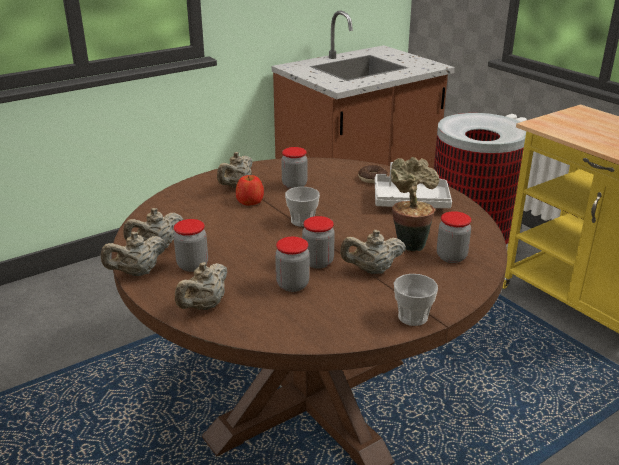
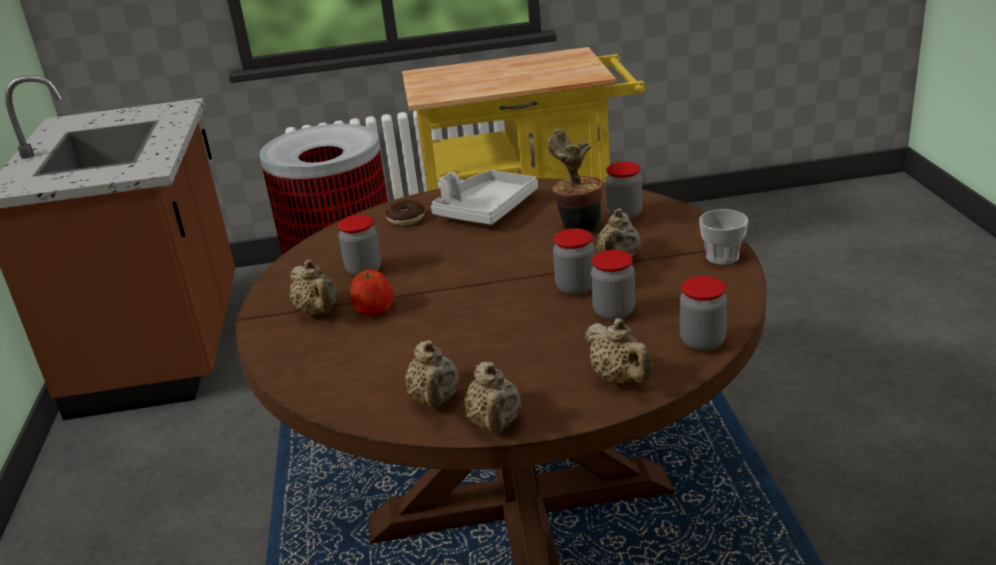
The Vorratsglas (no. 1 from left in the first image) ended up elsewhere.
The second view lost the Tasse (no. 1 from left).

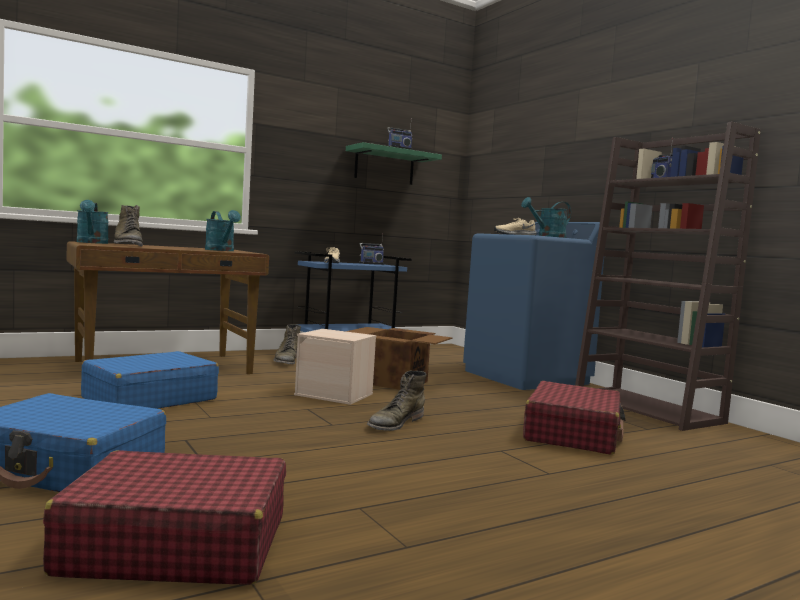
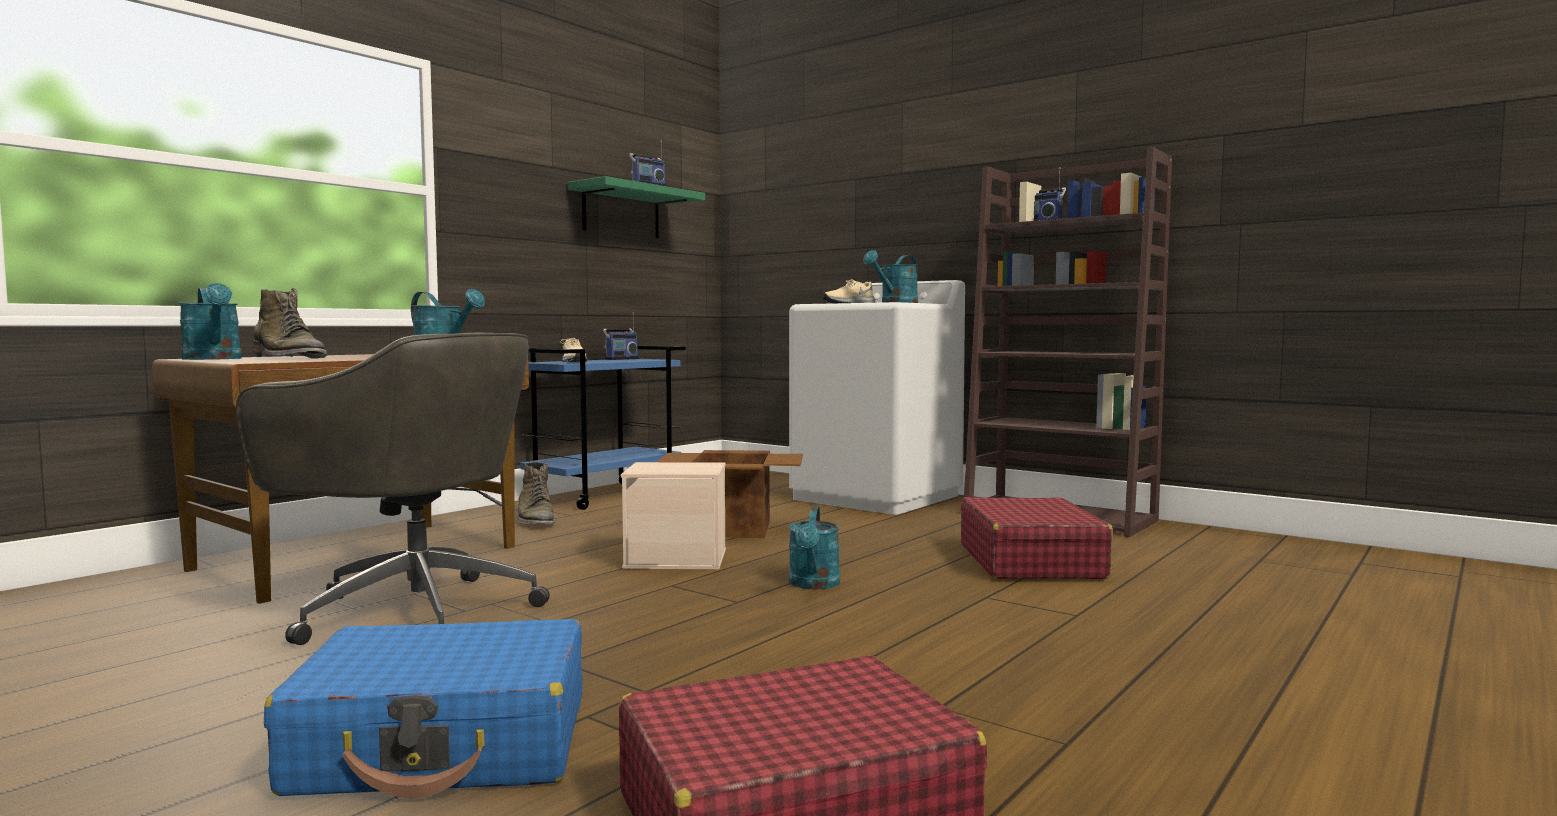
Where the Koffer/blau (no. 2 from left) stood, the Bürostuhl/grau came to stand.
What was the Waschmaschine/blau turned into the Waschmaschine/weiß.
Where the Stiefel/grün (no. 3 from left) stood, the Gießkanne/türkis (no. 3 from left) came to stand.

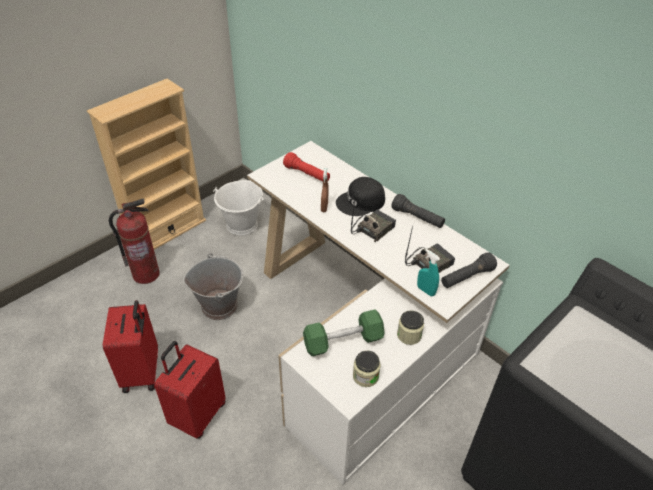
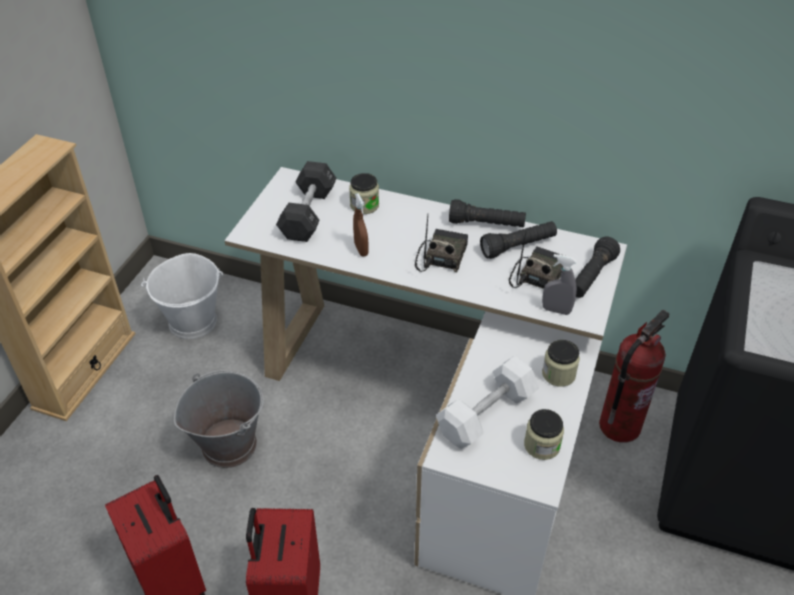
Where the Taschenlampe/rot stood, the Hantel/schwarz came to stand.
The second view gained the Vorratsglas (no. 1 from left).
What was the Hantel/grün turned into the Hantel/weiß.
The second view gained the Taschenlampe/schwarz (no. 2 from left).
What was the Sprühflasche/türkis turned into the Sprühflasche/grau.
The Feuerlöscher ended up elsewhere.
The second view lost the Kappe/schwarz.

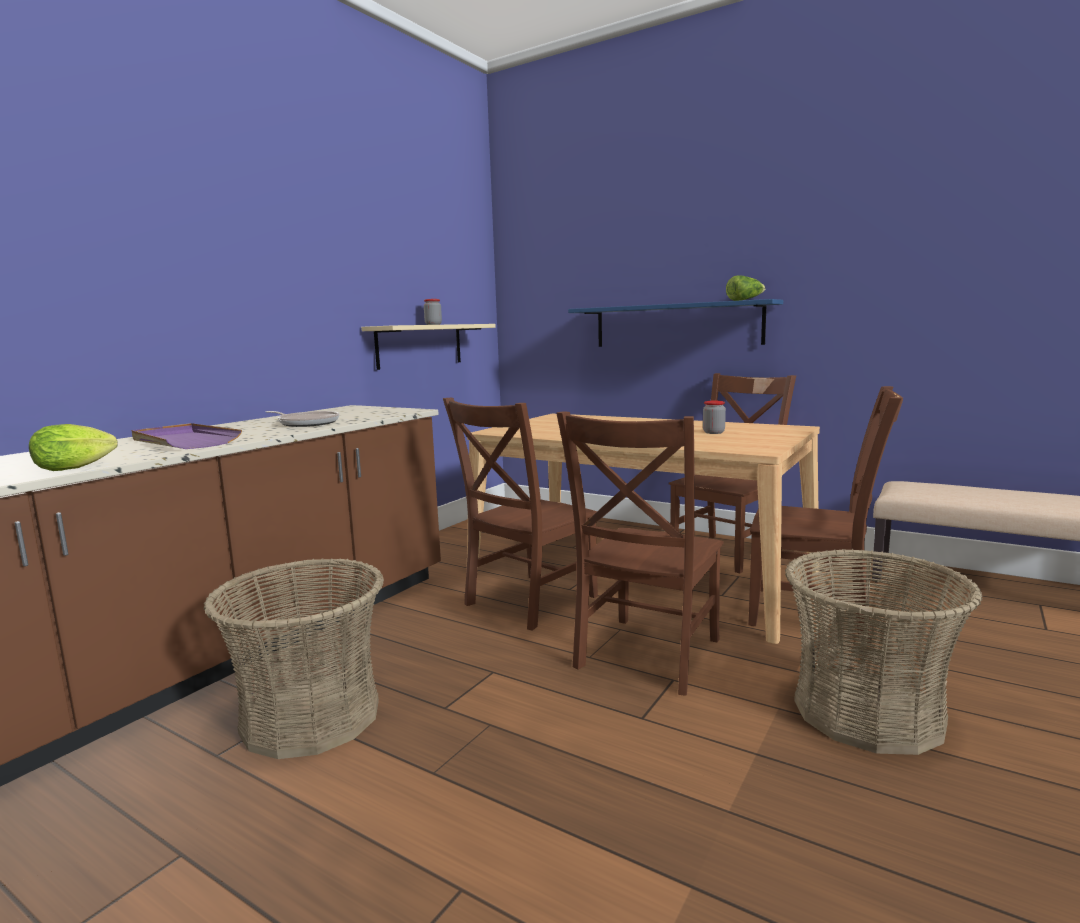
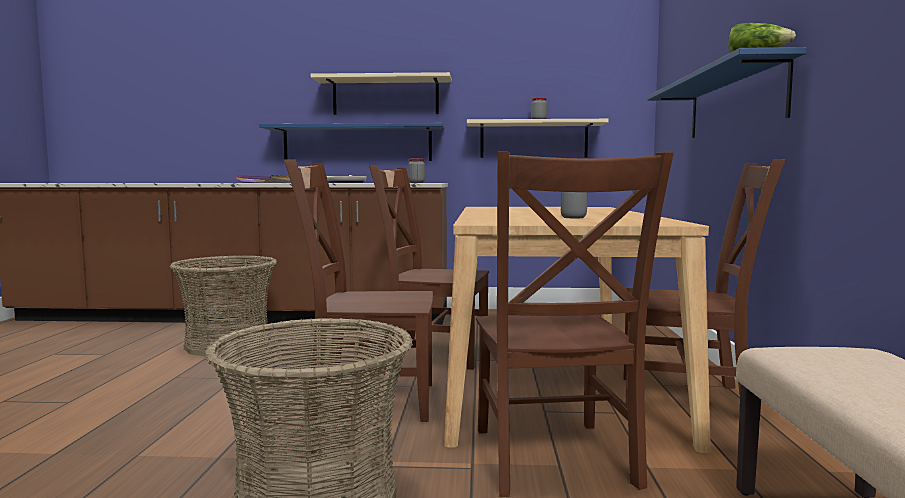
The second view gained the Wandregal/blau (no. 1 from left).
The second view gained the Wandregal/beige (no. 1 from left).
The second view gained the Vorratsglas (no. 1 from left).
The second view lost the Salatkopf (no. 1 from left).

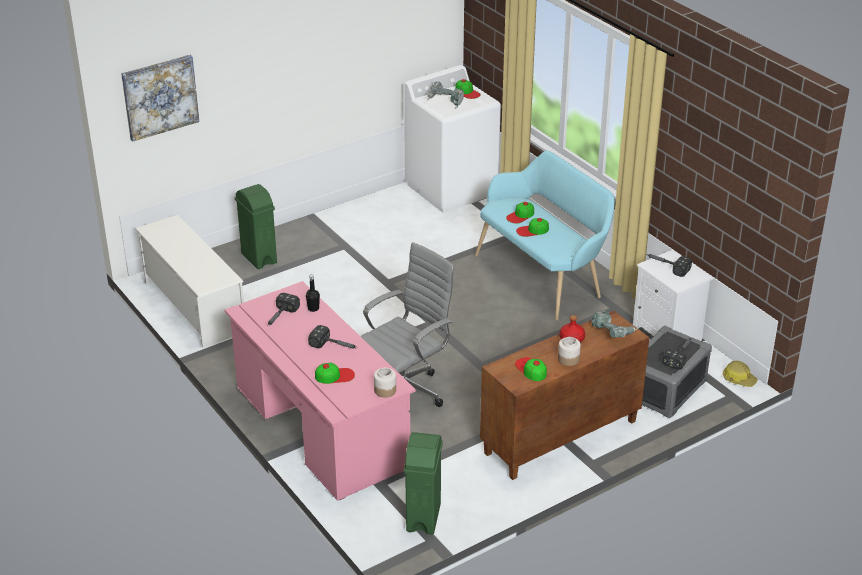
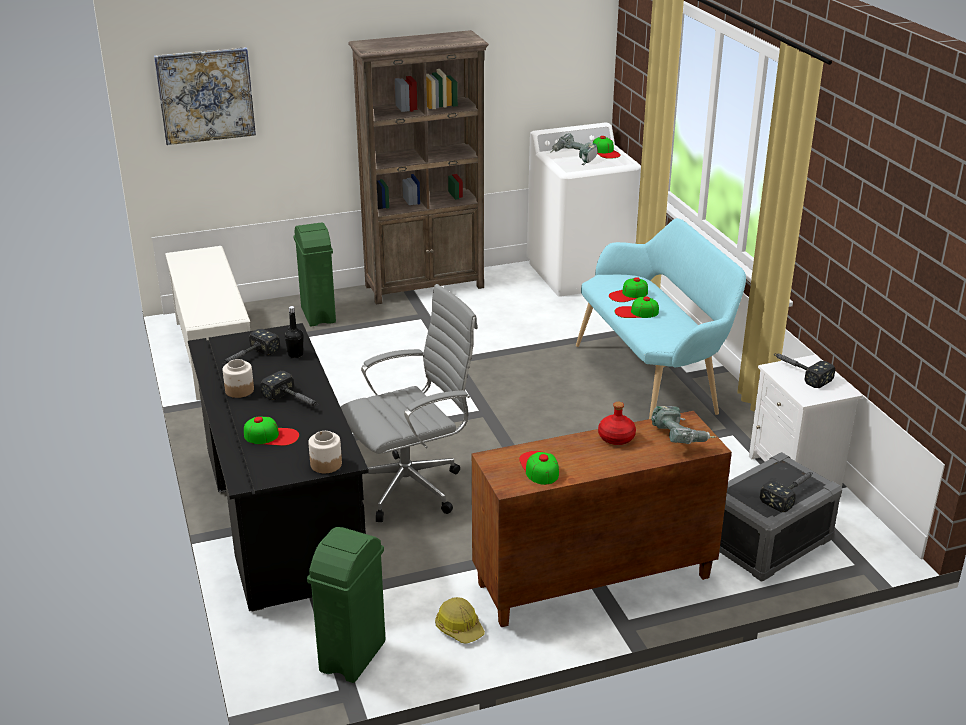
What was the Schreibtisch/rosa turned into the Schreibtisch/schwarz.
The Vorratsglas (no. 2 from left in the first image) ended up elsewhere.
The second view gained the Bücherregal/braun.
The Schutzhelm ended up elsewhere.

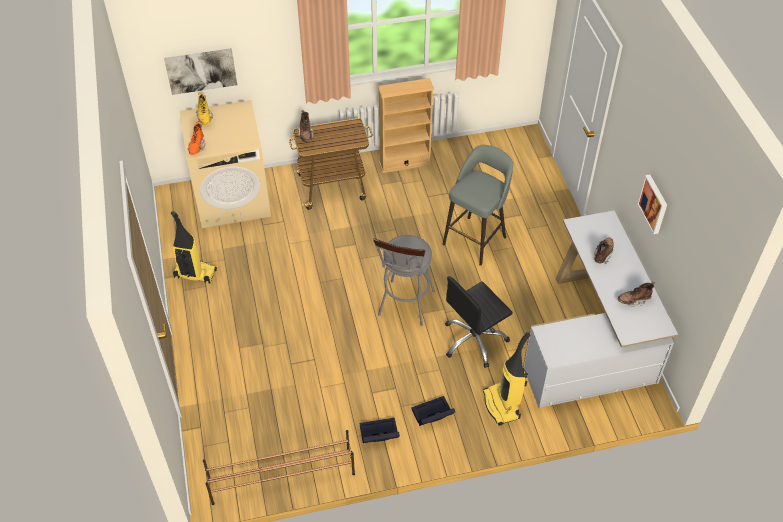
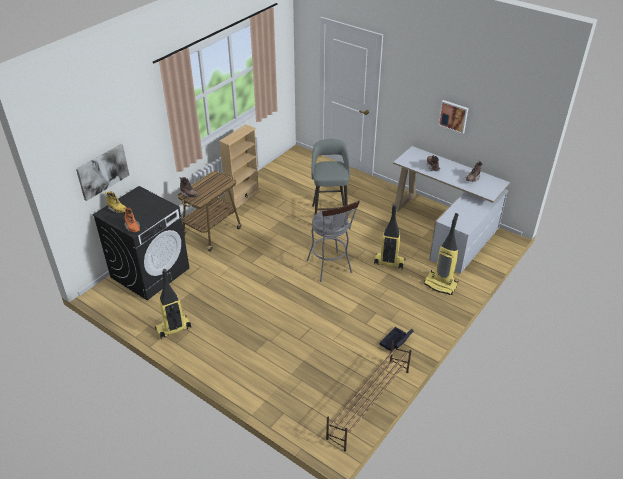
What was the Waschmaschine/beige turned into the Waschmaschine/schwarz.
Where the Bürostuhl/schwarz stood, the Staubsauger (no. 2 from left) came to stand.
The second view lost the Aufbewahrungsbox/schwarz (no. 2 from left).

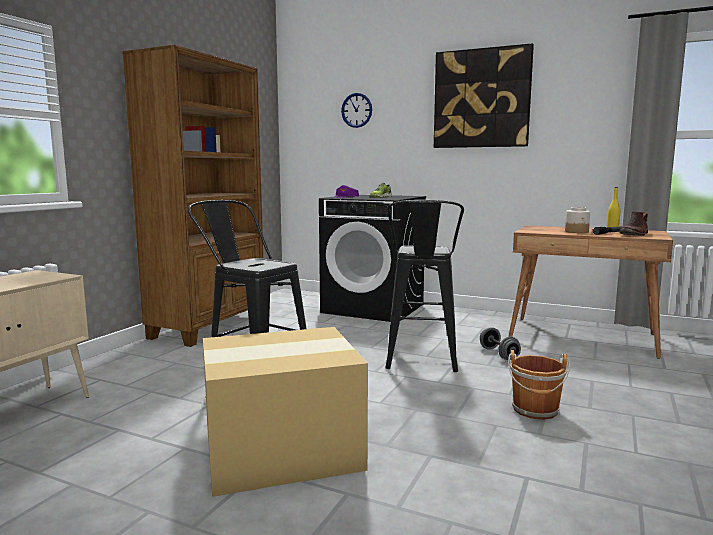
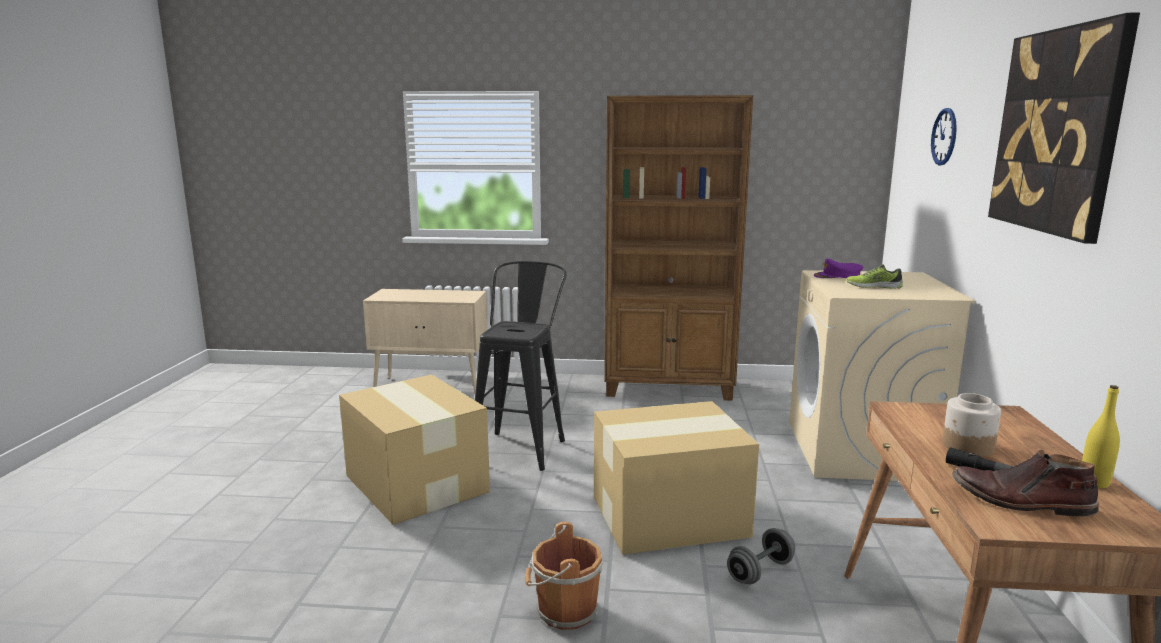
Where the Hocker/schwarz (no. 2 from left) stood, the Karton (no. 2 from left) came to stand.
What was the Waschmaschine/schwarz turned into the Waschmaschine/beige.

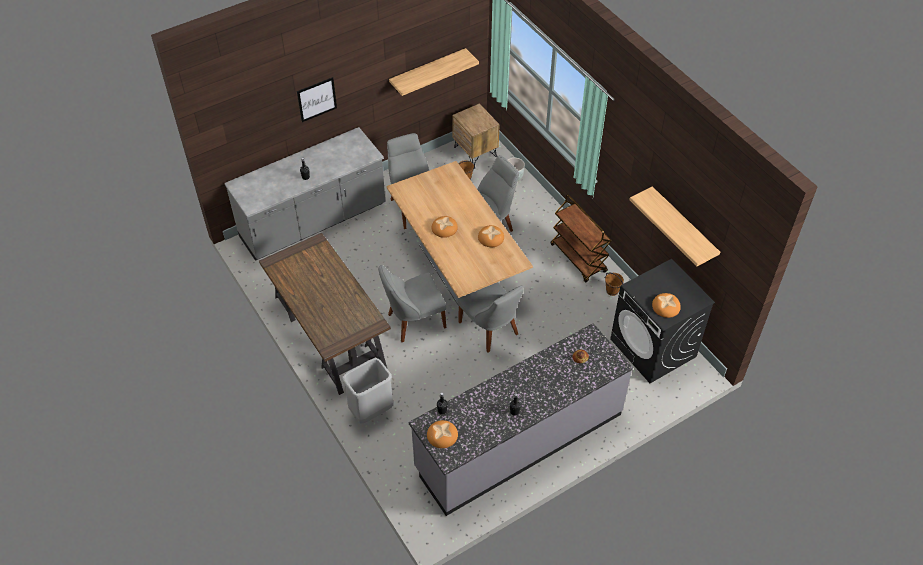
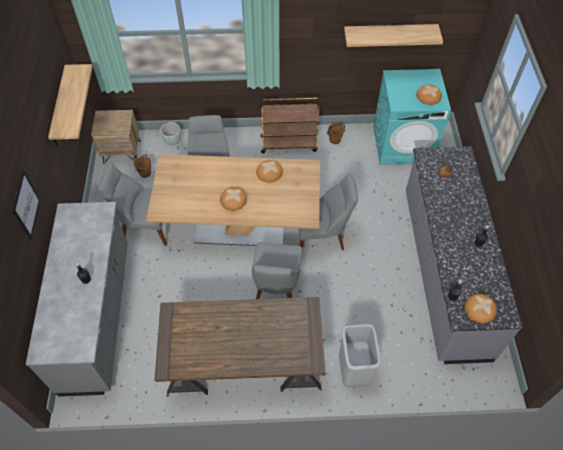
What was the Waschmaschine/schwarz turned into the Waschmaschine/türkis.

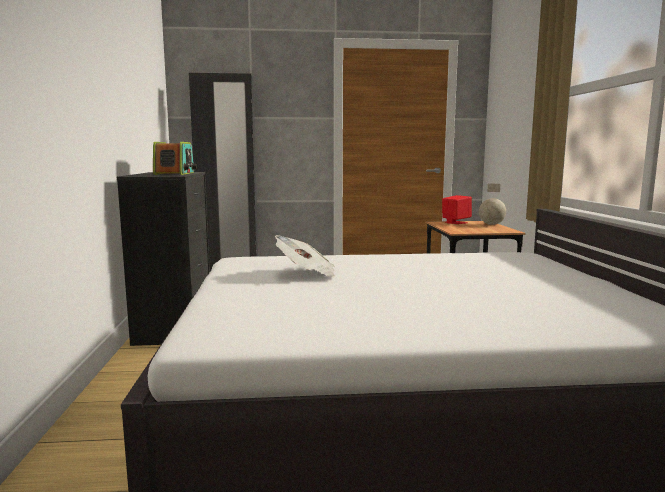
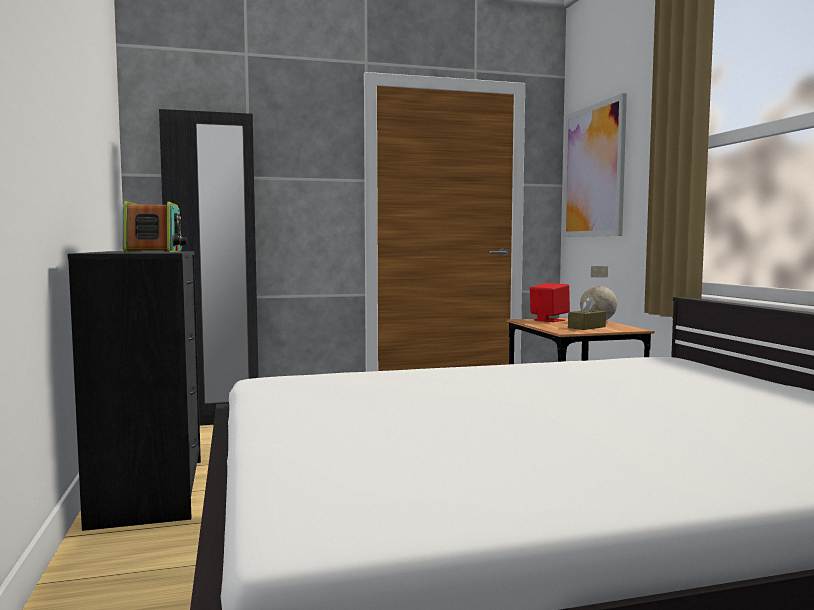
The second view gained the Bild.
The second view gained the Taschentuchbox/braun.
The second view lost the Zeitung.

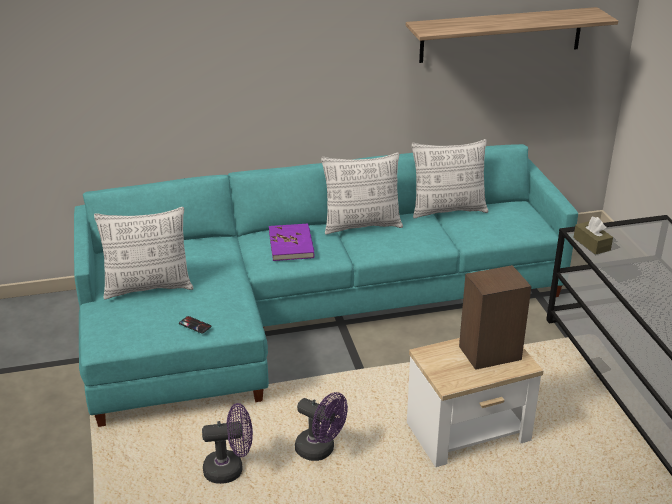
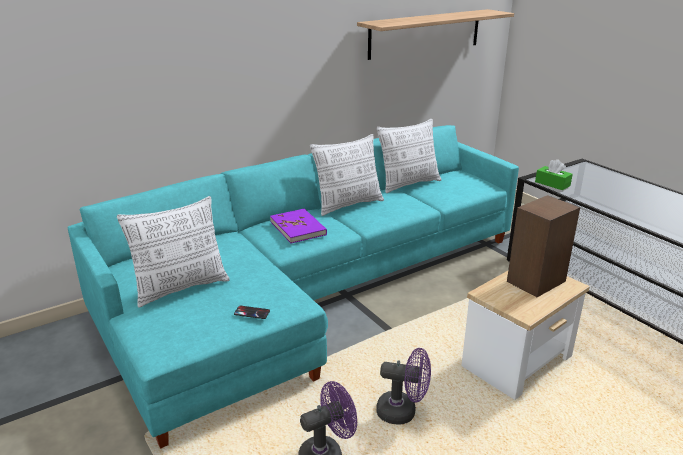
What was the Taschentuchbox/braun turned into the Taschentuchbox/grün.

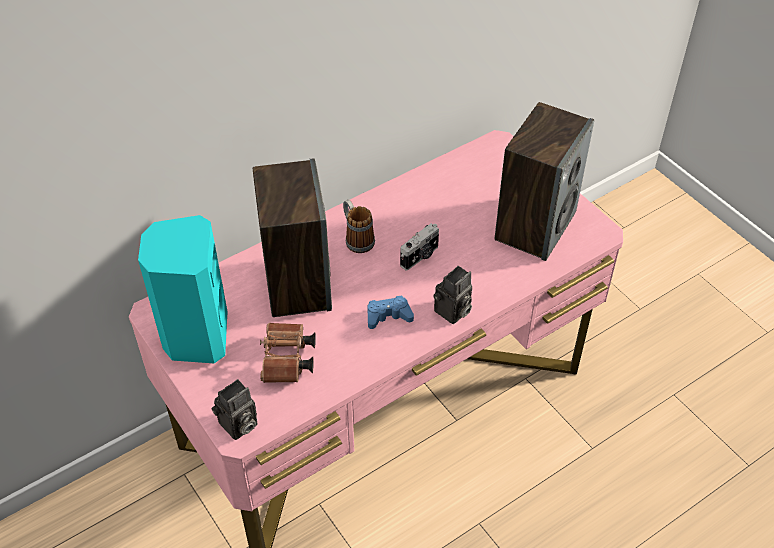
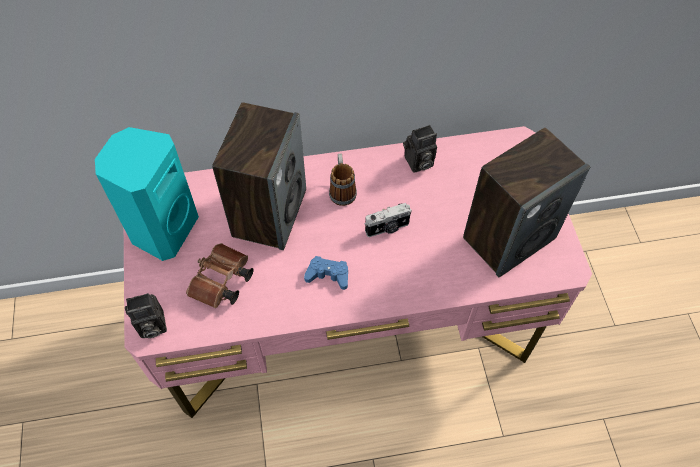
The Kamera (no. 3 from left) ended up elsewhere.

